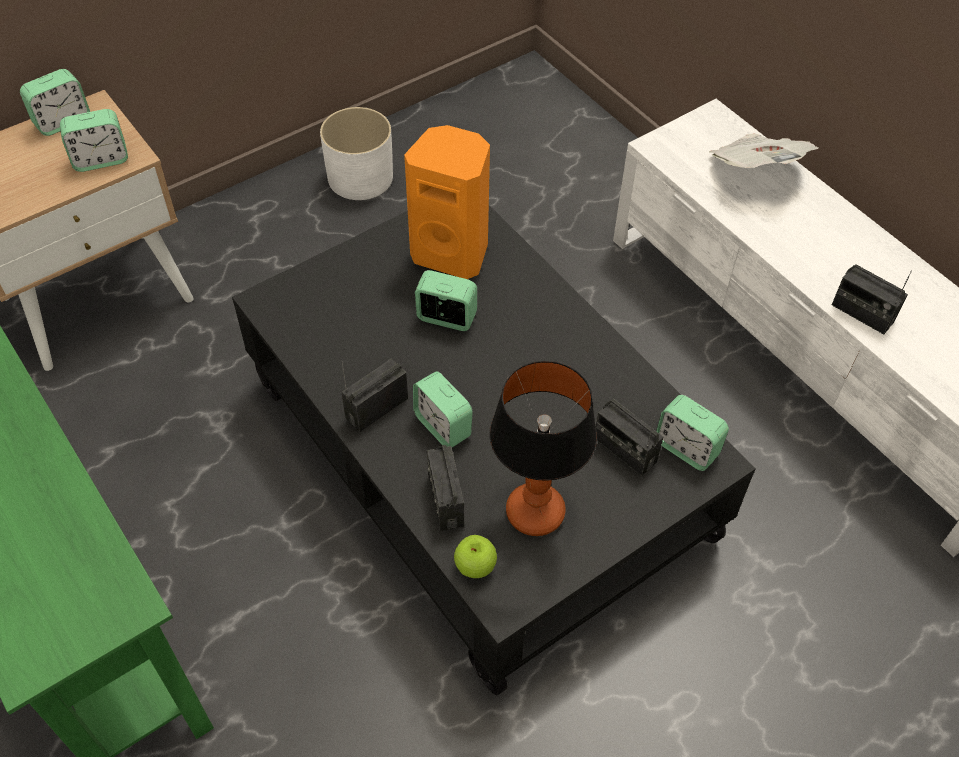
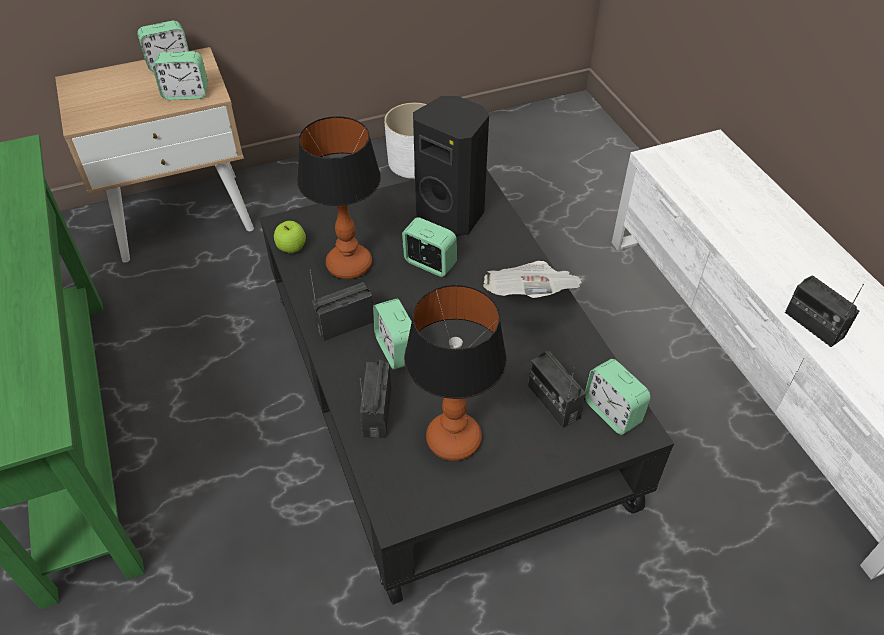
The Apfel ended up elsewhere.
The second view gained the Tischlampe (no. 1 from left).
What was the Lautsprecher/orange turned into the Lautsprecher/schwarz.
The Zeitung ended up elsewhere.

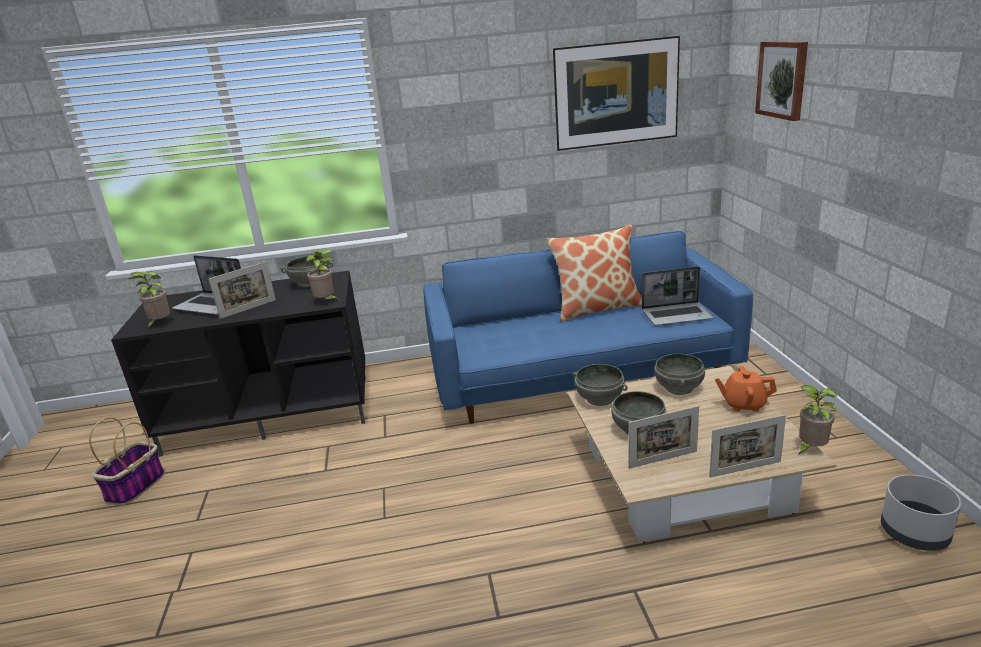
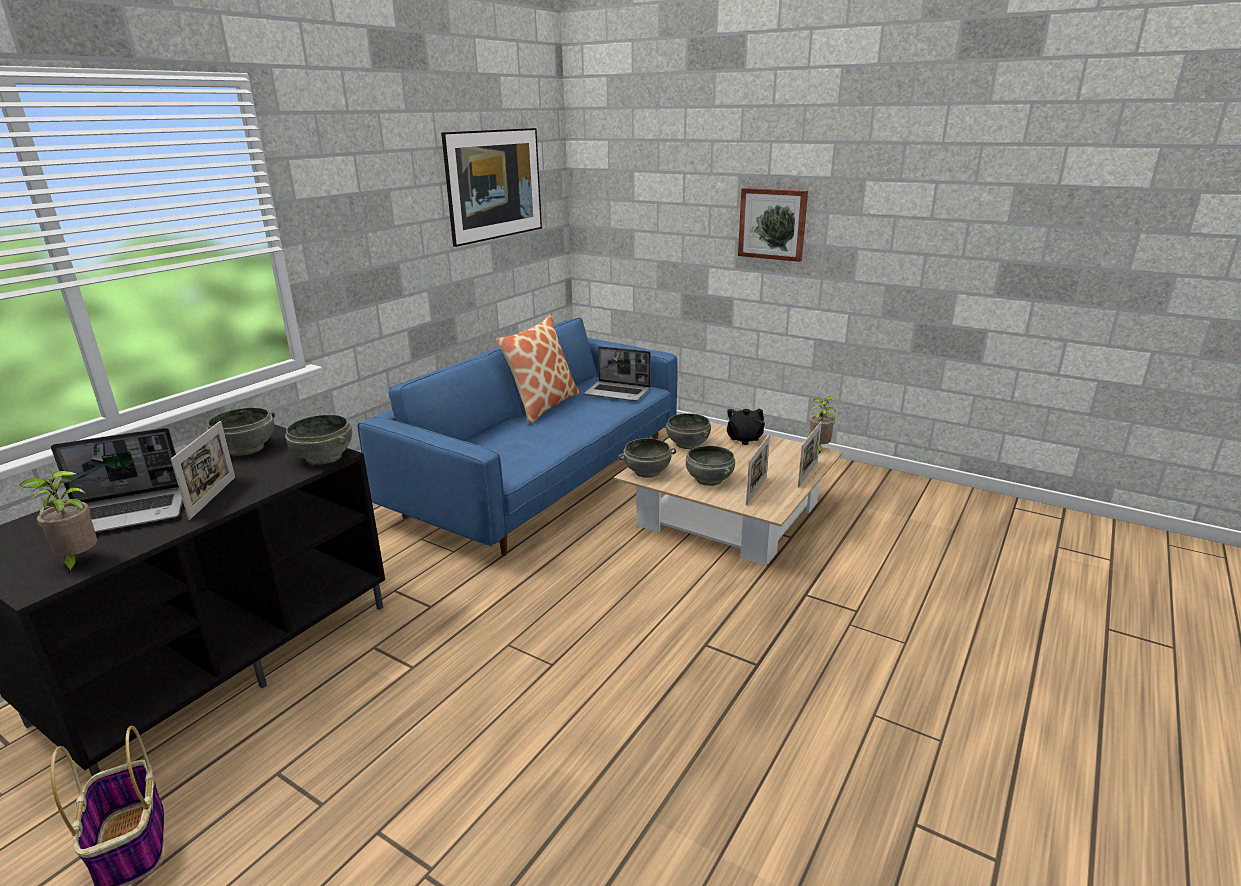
Where the Topfpflanze (no. 2 from left) stood, the Schüssel/grau (no. 2 from left) came to stand.
The Laptop (no. 2 from left) ended up facing another way, 75 degrees clockwise from before.
What was the Teekanne/orange turned into the Teekanne/schwarz.
The Bild (no. 2 from left) ended up elsewhere.
The second view lost the Pflanzkübel/grau.

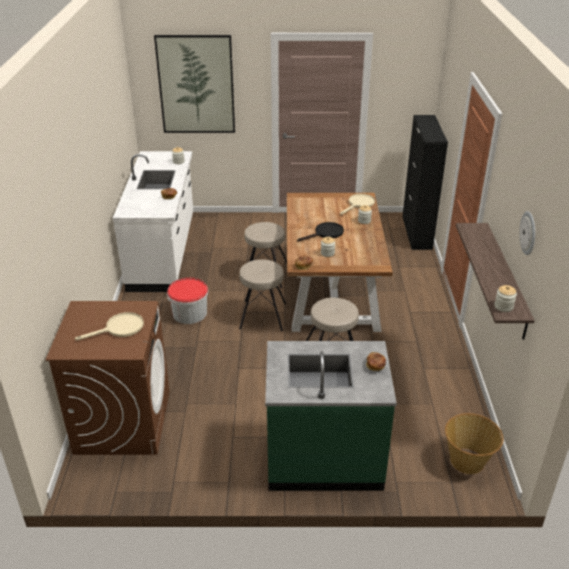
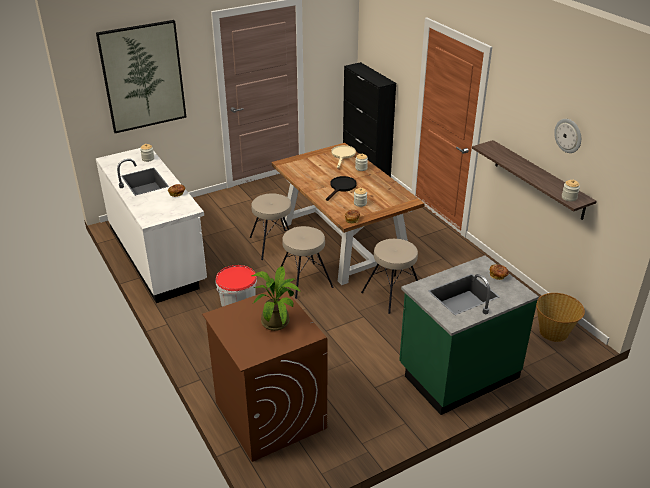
Where the Pfanne/beige (no. 1 from left) stood, the Topfpflanze came to stand.

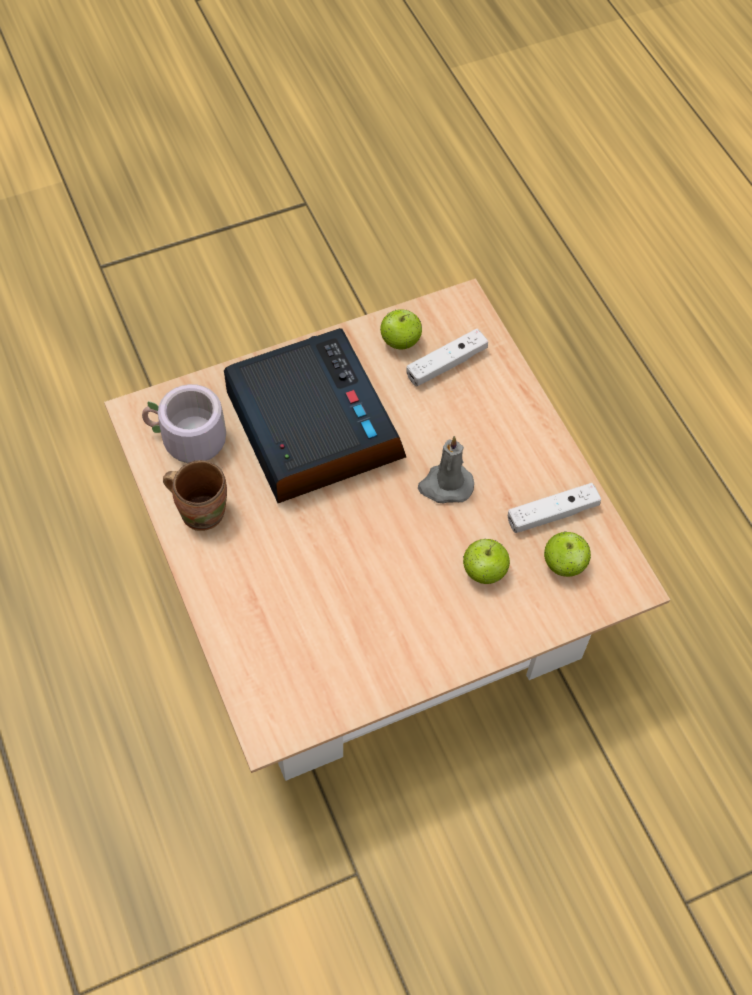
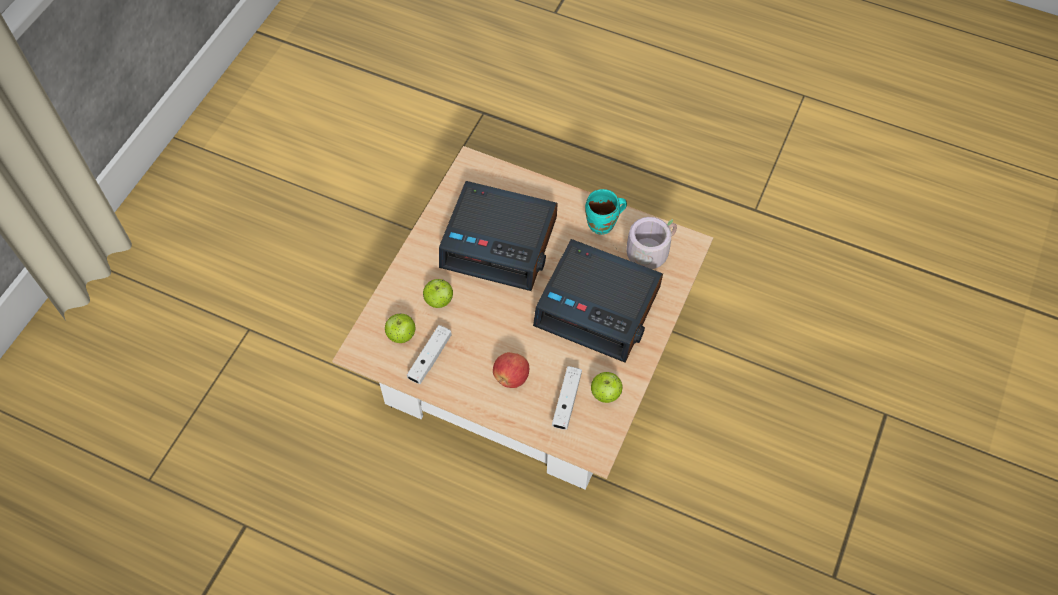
The second view gained the Wecker (no. 1 from left).
The second view gained the Apfel (no. 3 from left).
What was the Henkelbecher/braun turned into the Henkelbecher/türkis.
The second view lost the Kerze/grau.

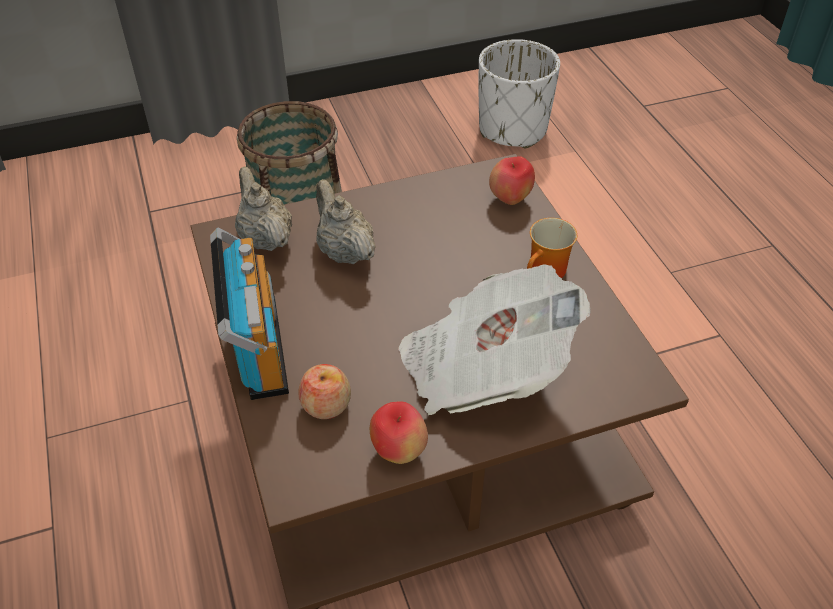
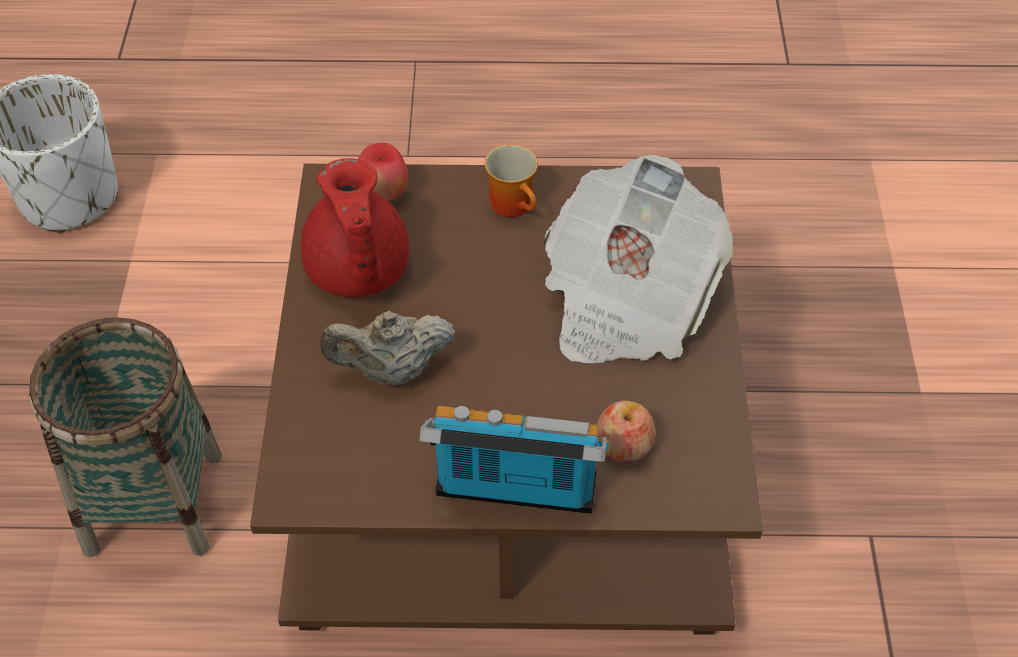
The second view gained the Teekanne/rot.
The second view lost the Teekanne/beige (no. 1 from left).
The second view lost the Apfel (no. 2 from left).

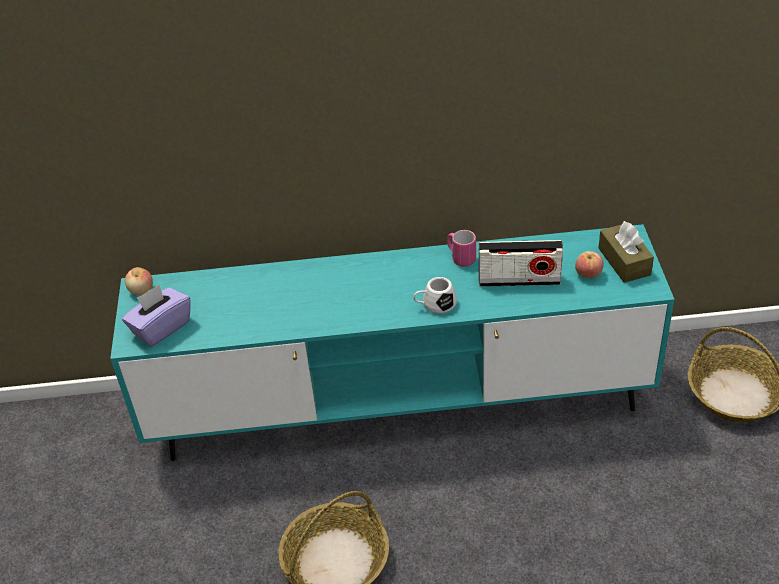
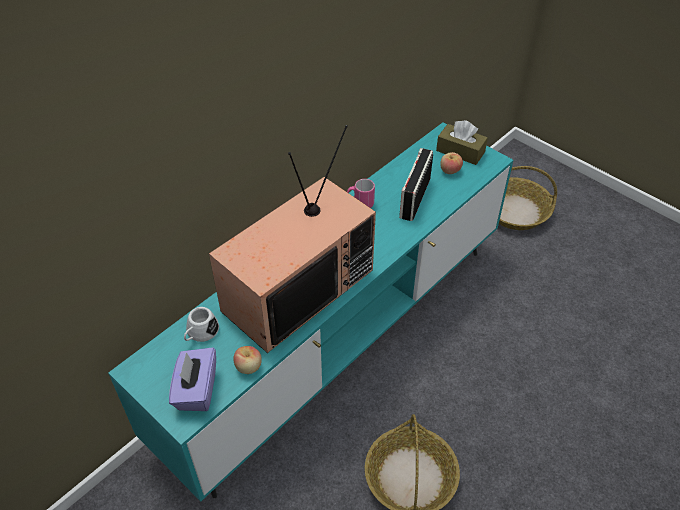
The Henkelbecher/weiß ended up elsewhere.
The second view gained the Fernseher.
The Apfel (no. 1 from left) ended up elsewhere.
The Radio ended up facing another way, 150 degrees clockwise from before.

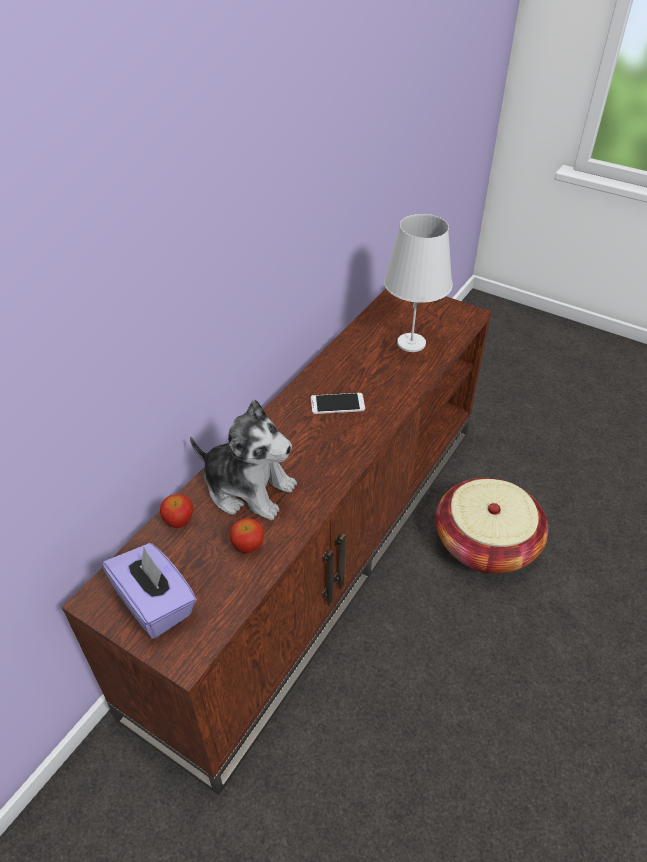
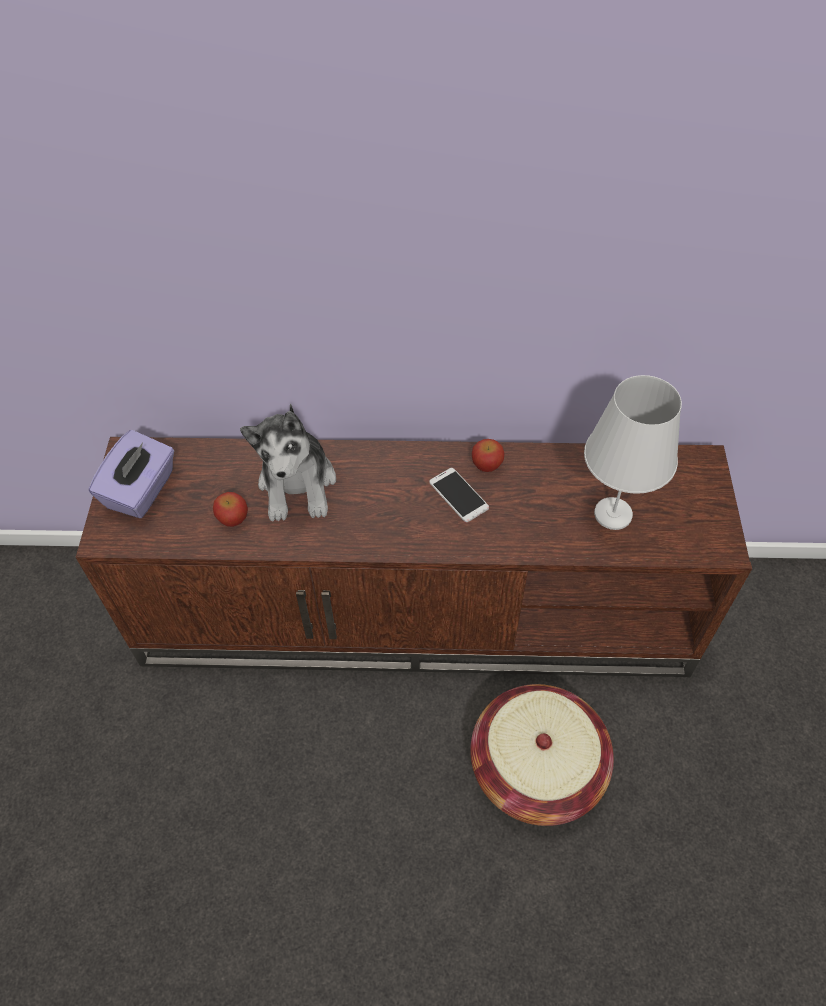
The Apfel (no. 1 from left in the first image) ended up elsewhere.

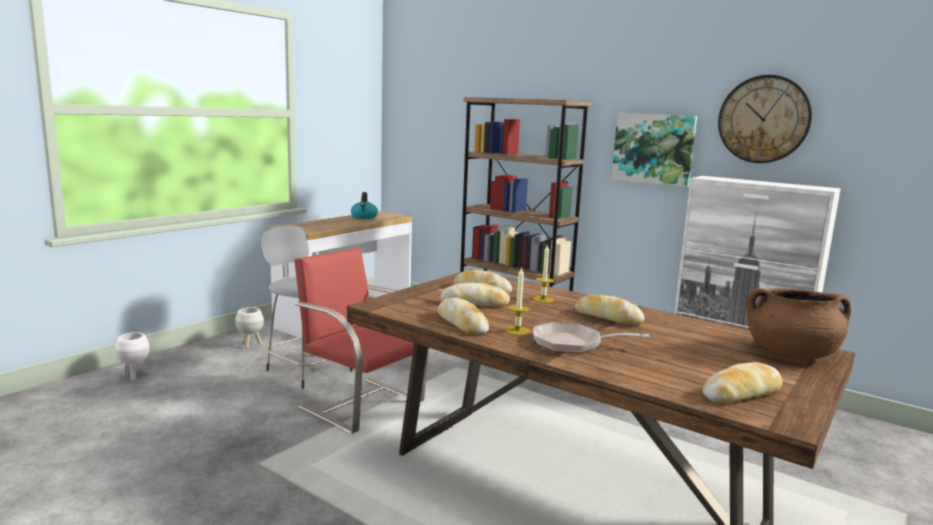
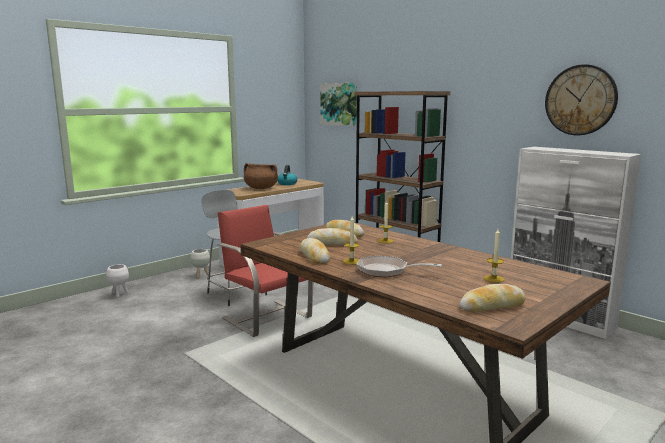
The Kochtopf/braun ended up elsewhere.
The Bild ended up elsewhere.
The second view gained the Kerze (no. 3 from left).
The second view lost the Brot (no. 4 from left).

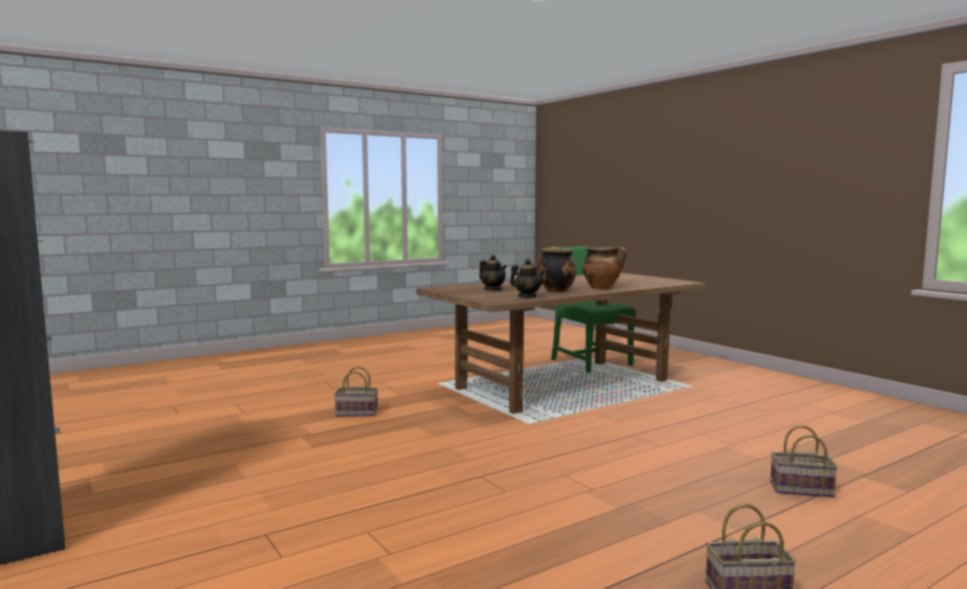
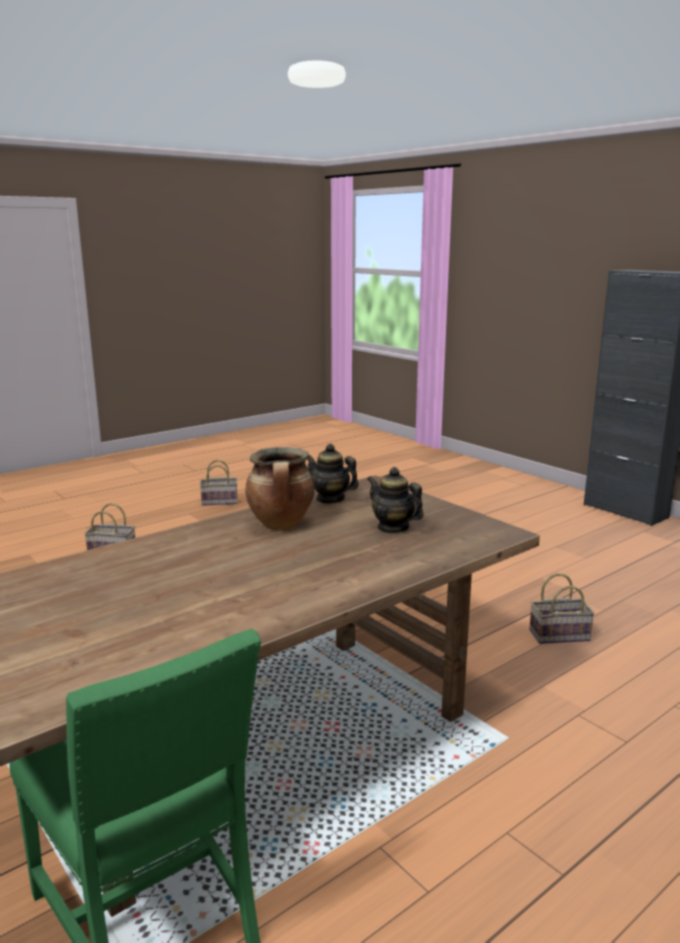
The second view lost the Kochtopf (no. 2 from left).

